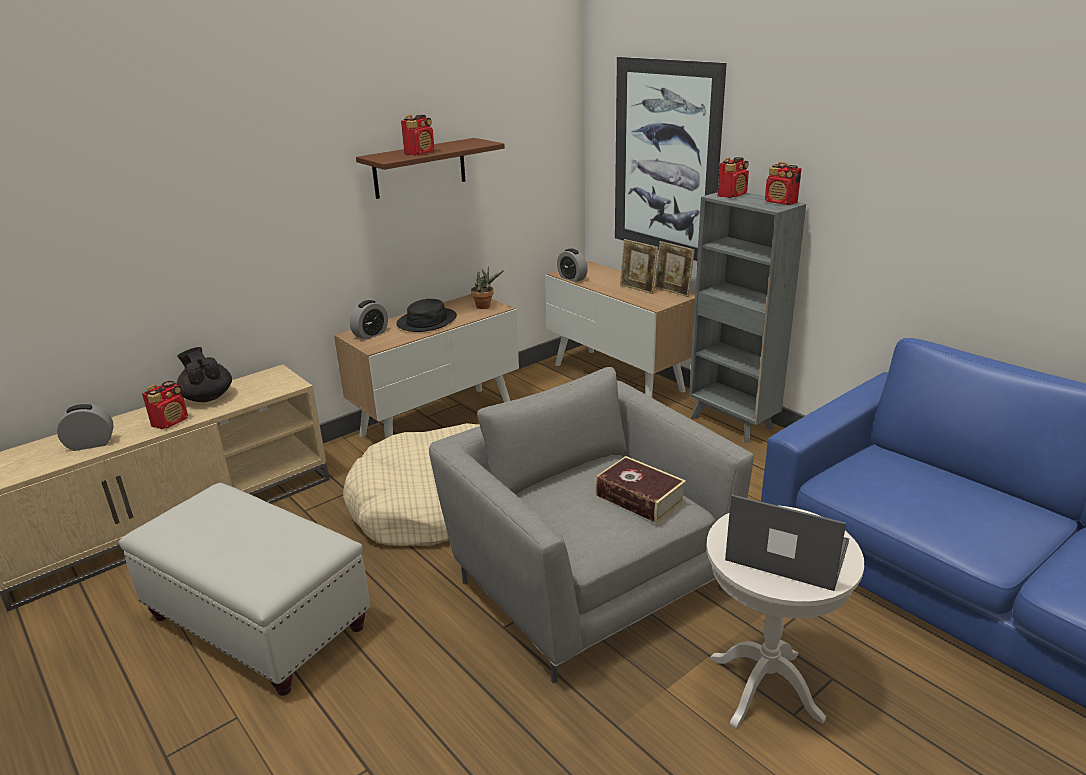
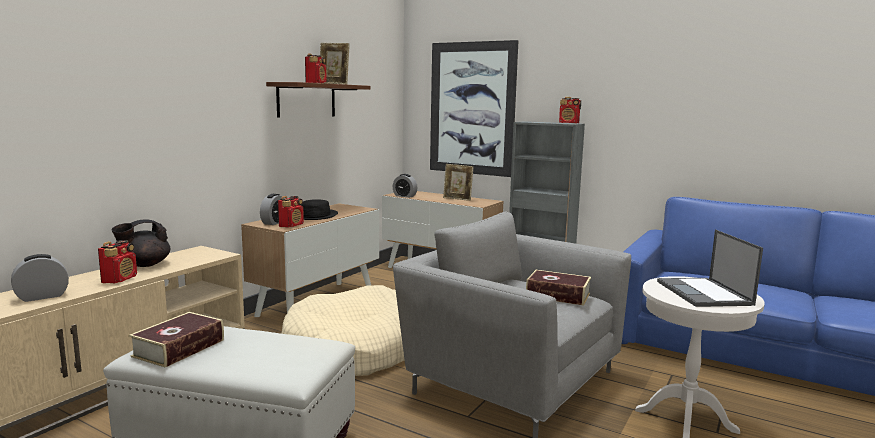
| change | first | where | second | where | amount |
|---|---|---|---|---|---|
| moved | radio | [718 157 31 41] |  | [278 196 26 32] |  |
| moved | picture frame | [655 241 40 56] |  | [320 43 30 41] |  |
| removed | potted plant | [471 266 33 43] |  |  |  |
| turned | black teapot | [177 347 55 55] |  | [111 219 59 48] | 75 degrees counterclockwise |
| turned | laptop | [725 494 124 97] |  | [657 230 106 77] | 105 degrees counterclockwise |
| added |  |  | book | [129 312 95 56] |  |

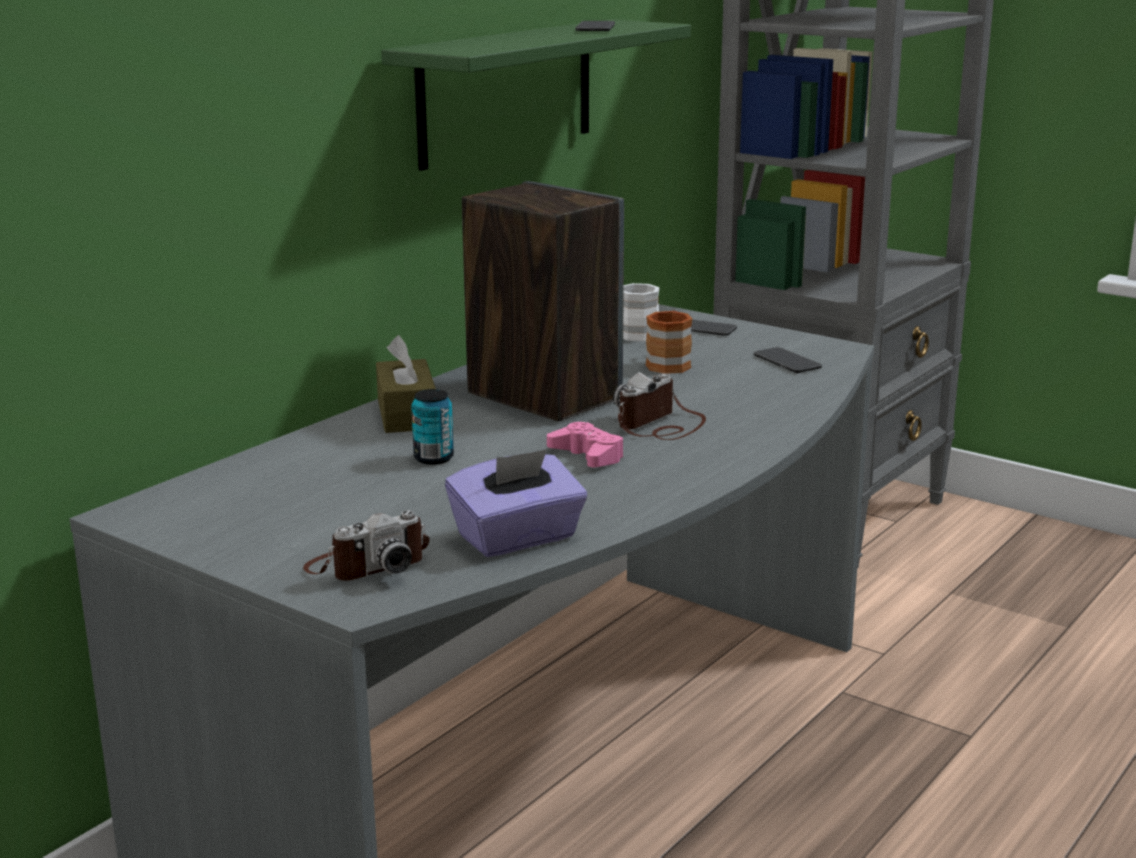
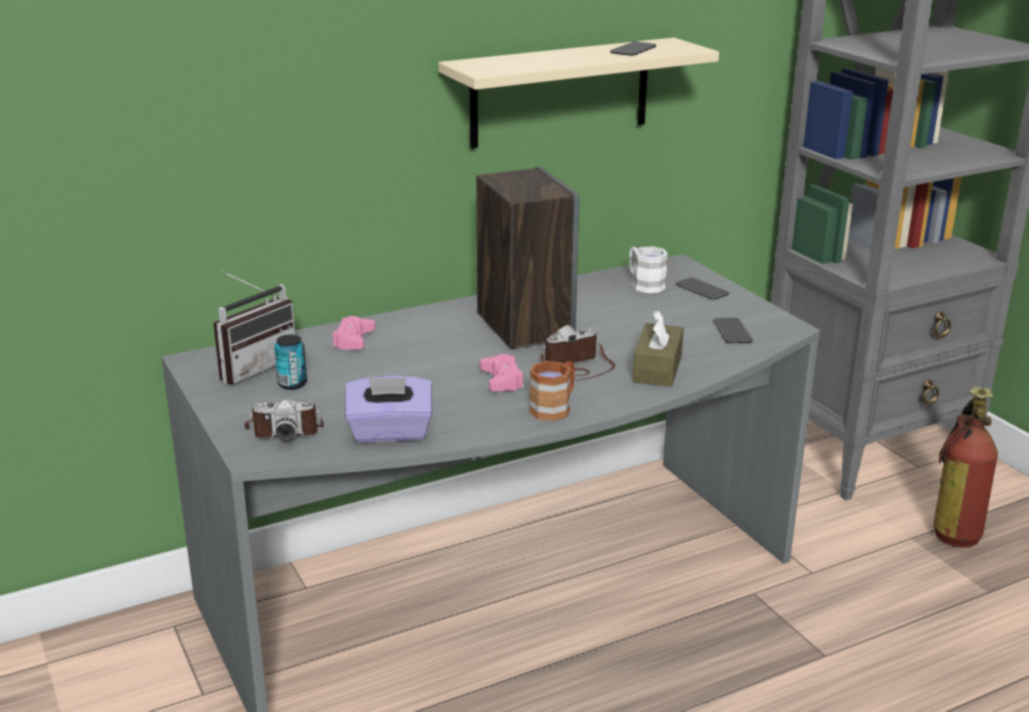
| change | first | where | second | where | amount |
|---|---|---|---|---|---|
| recoloured | green shelf | [381 19 310 152] | beige shelf | [438 38 281 110] |  |
| moved | brown mug | [646 311 47 63] |  | [529 361 46 60] |  |
| moved | brown tissue box | [376 335 60 98] |  | [632 310 52 77] |  |
| moved | can | [411 389 43 76] |  | [274 335 33 55] |  |
| added |  |  | radio | [213 271 82 114] |  |
| added |  |  | pink game controller | [332 316 43 34] |  |
| added |  |  | fire extinguisher | [934 387 64 160] |  |

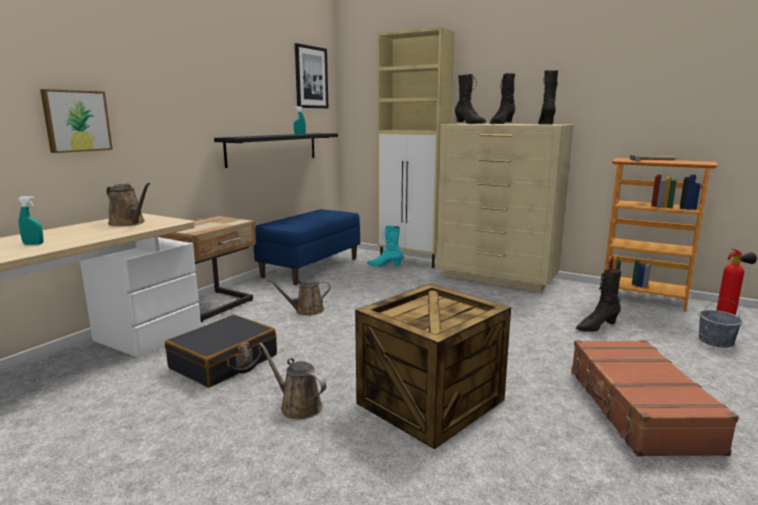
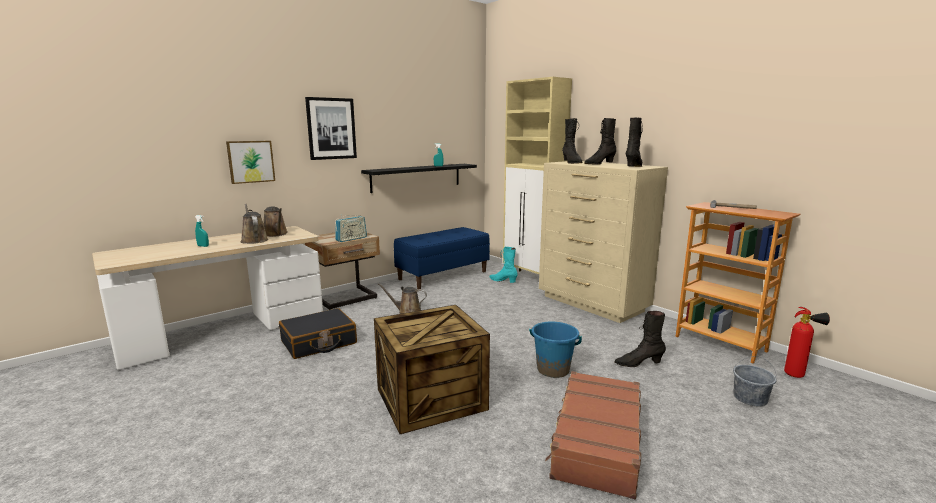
| change | first | where | second | where | amount |
|---|---|---|---|---|---|
| moved | picture | [295 43 33 65] |  | [305 97 52 63] |  |
| moved | brown watering can | [259 343 67 77] |  | [241 204 27 40] |  |
| added |  |  | radio | [335 214 32 28] |  |
| added |  |  | blue bucket | [529 322 53 56] |  |

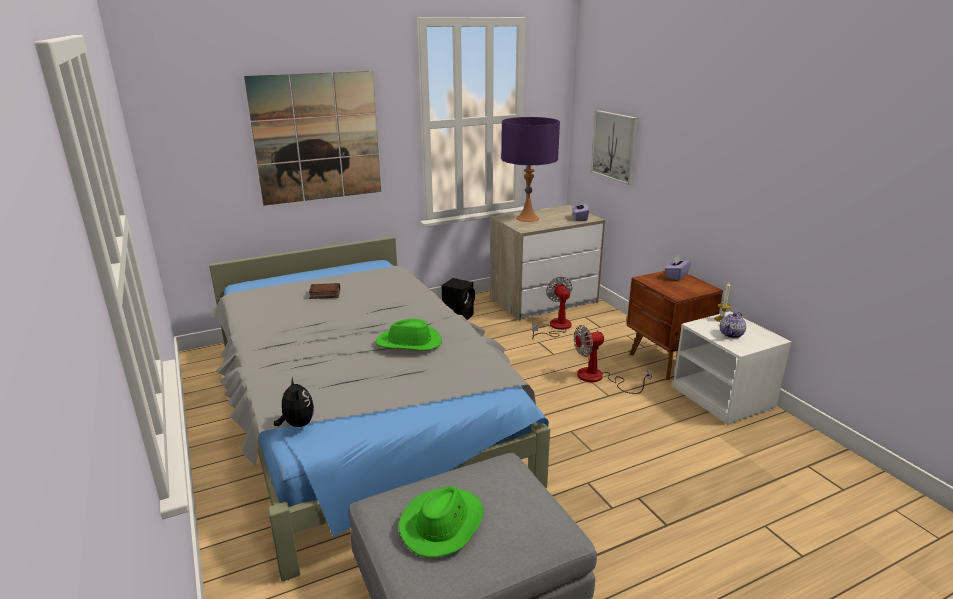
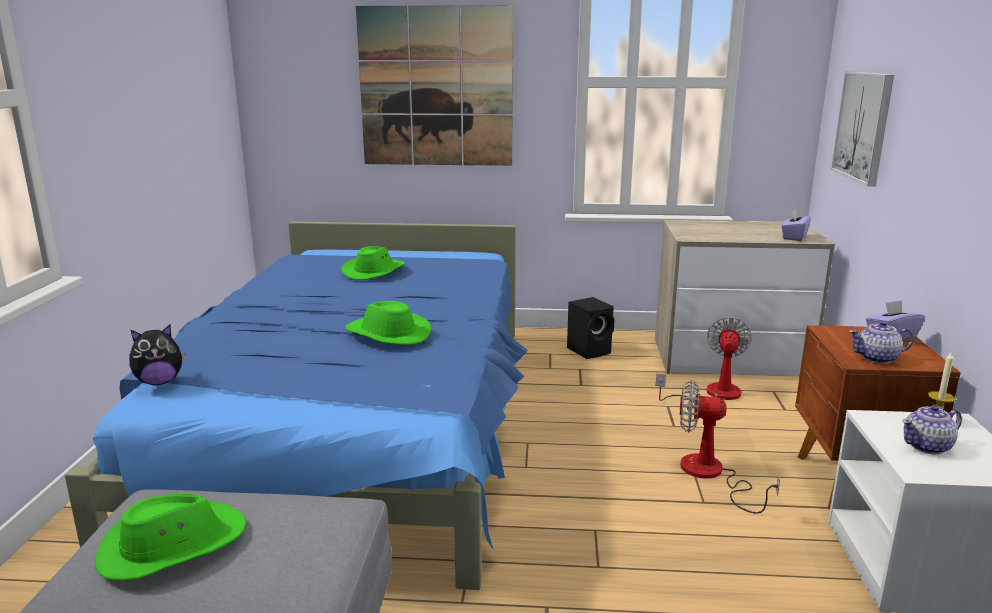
| change | first | where | second | where | amount |
|---|---|---|---|---|---|
| removed | purple table lamp | [501 117 59 105] |  |  |  |
| recoloured | grey bed | [209 237 341 344] | blue bed | [65 222 464 368] |  |
| replaced | book | [309 283 31 16] | green hat | [341 246 64 34] |  |
| turned | plush toy | [274 377 40 50] |  | [130 325 55 60] | 60 degrees clockwise |
| added |  |  | teapot | [849 321 65 43] |  |

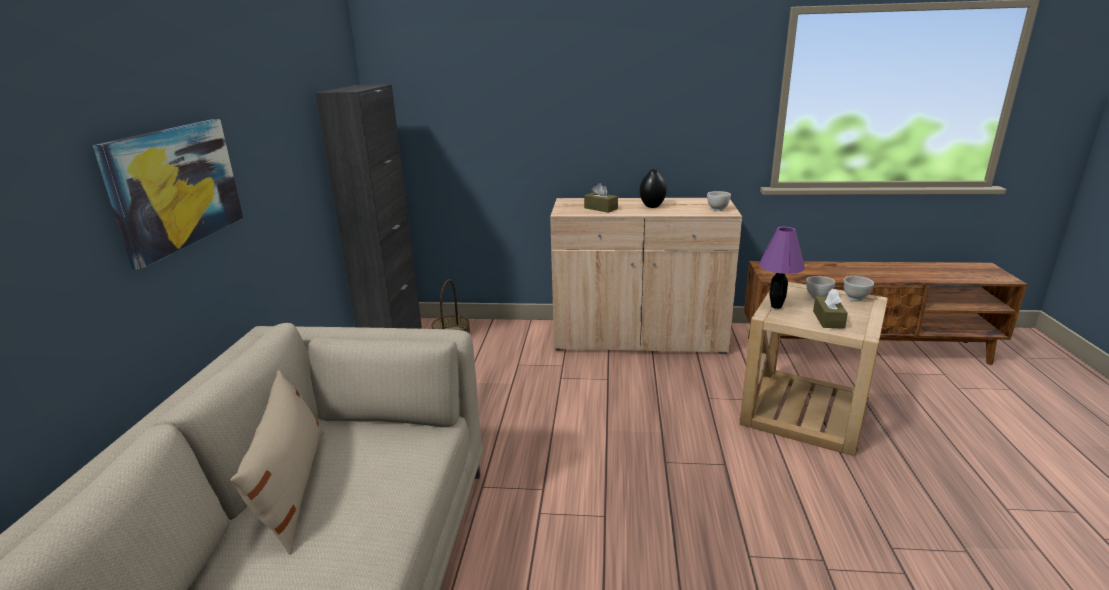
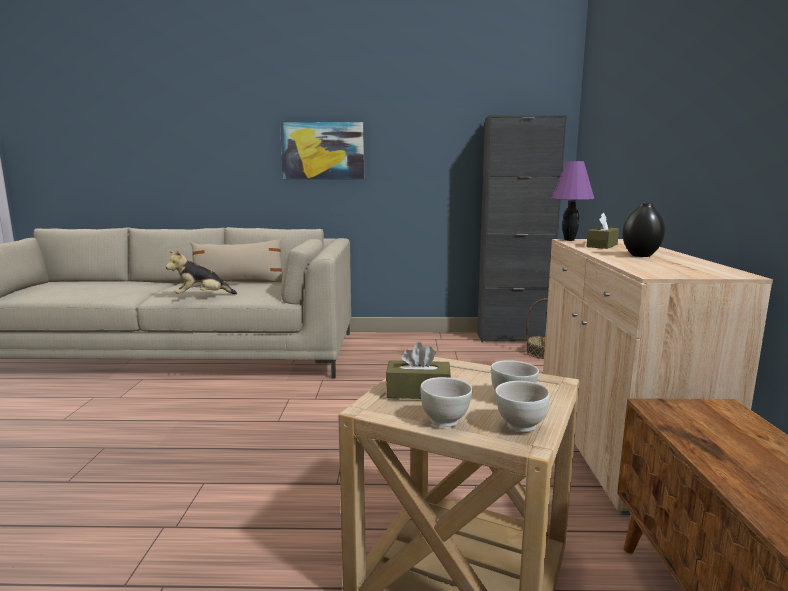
| change | first | where | second | where | amount |
|---|---|---|---|---|---|
| moved | white bowl | [707 191 24 20] |  | [420 377 53 50] |  |
| moved | purple table lamp | [759 226 46 83] |  | [551 161 43 80] |  |
| added |  |  | plush toy | [166 251 71 43] |  |

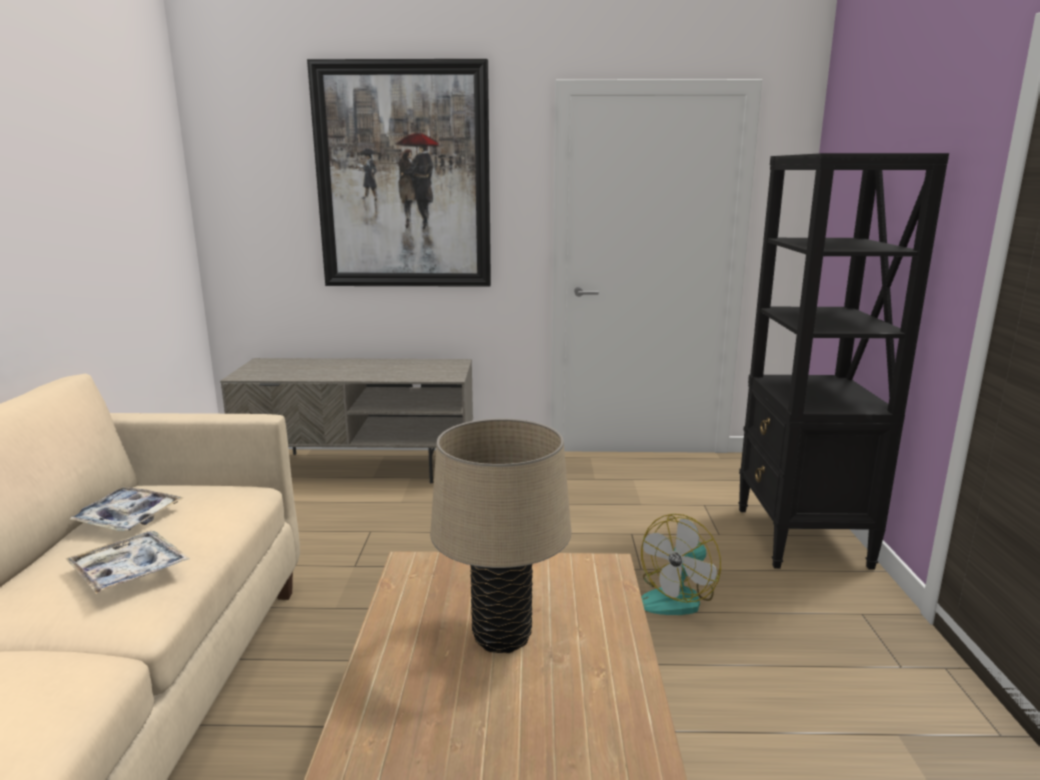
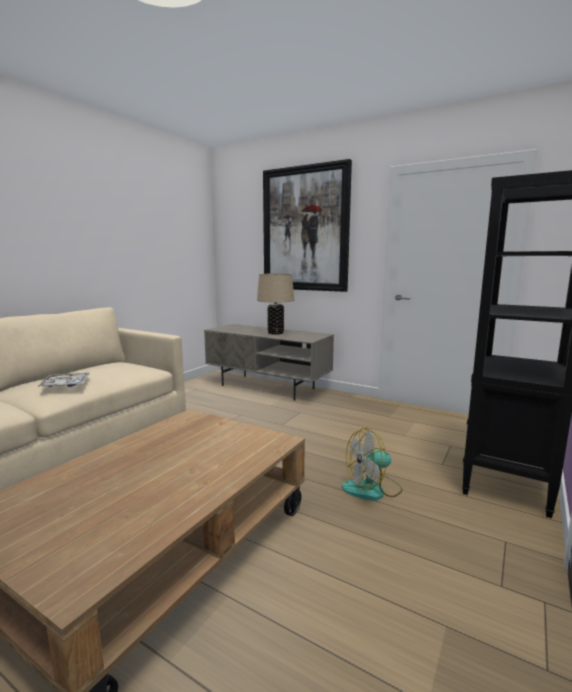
| change | first | where | second | where | amount |
|---|---|---|---|---|---|
| moved | beige table lamp | [430 418 141 235] |  | [257 273 37 62] |  |
| removed | tray | [70 487 114 44] |  |  |  |

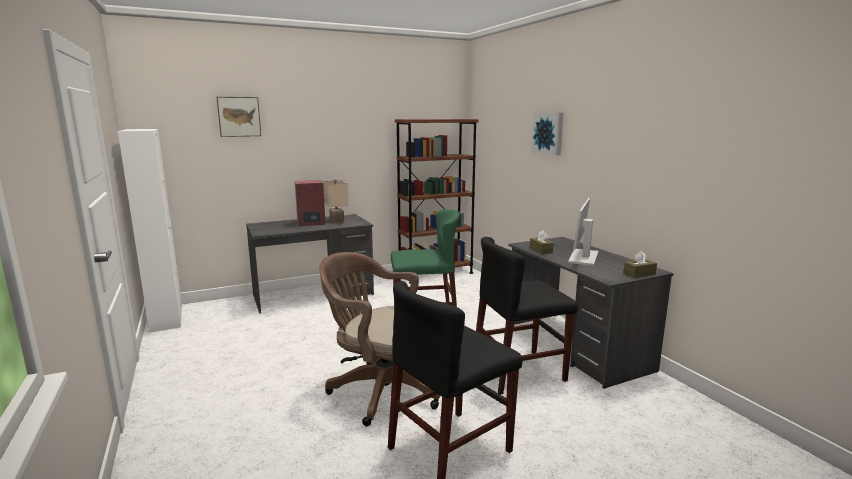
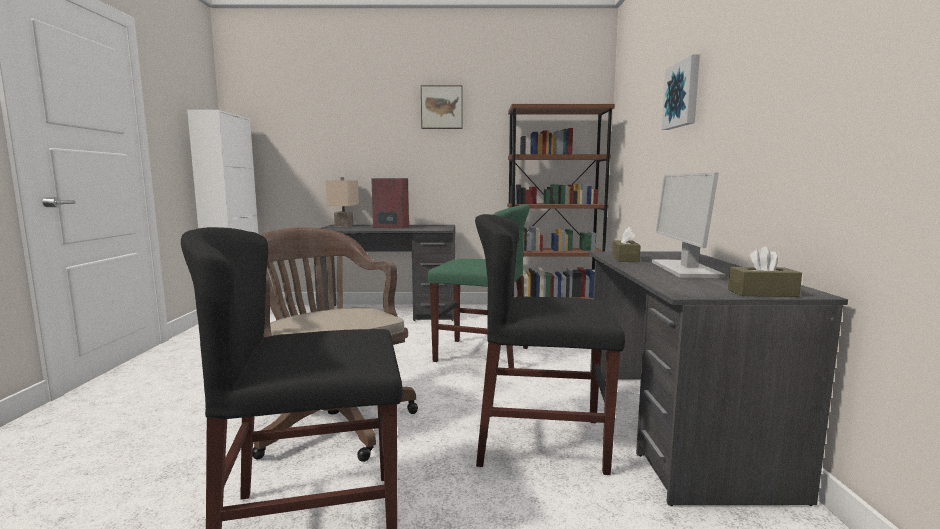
| change | first | where | second | where | amount |
|---|---|---|---|---|---|
| moved | picture | [217 97 44 40] |  | [421 85 42 44] |  |
| moved | beige table lamp | [323 179 26 45] |  | [326 177 33 50] |  |
| turned | monitor | [568 198 30 68] |  | [652 172 74 106] | 45 degrees counterclockwise |

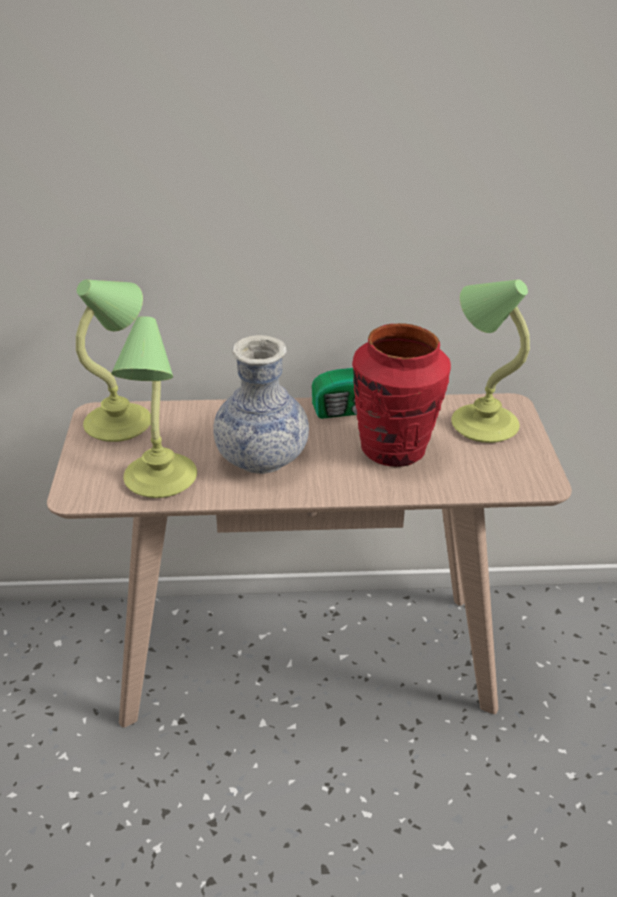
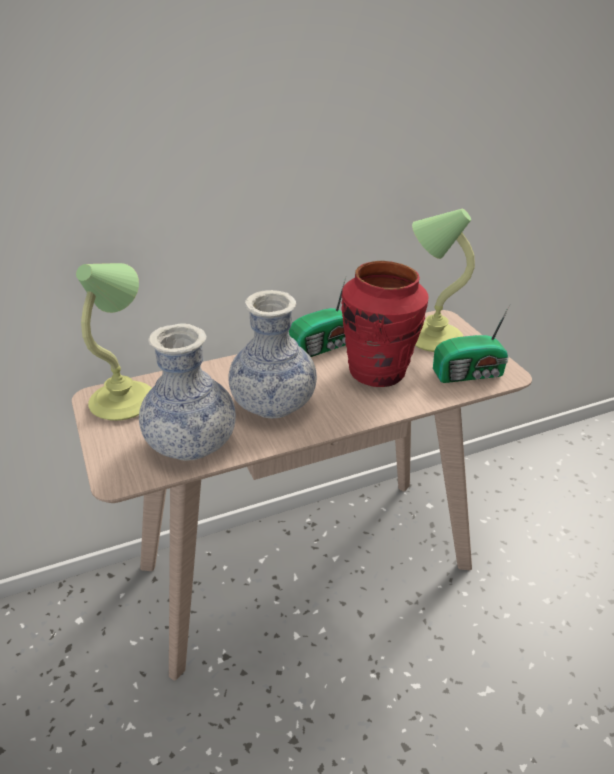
| change | first | where | second | where | amount |
|---|---|---|---|---|---|
| replaced | table lamp | [111 316 86 182] | vase | [139 324 97 137] |  |
| added |  |  | radio | [433 305 77 78] |  |

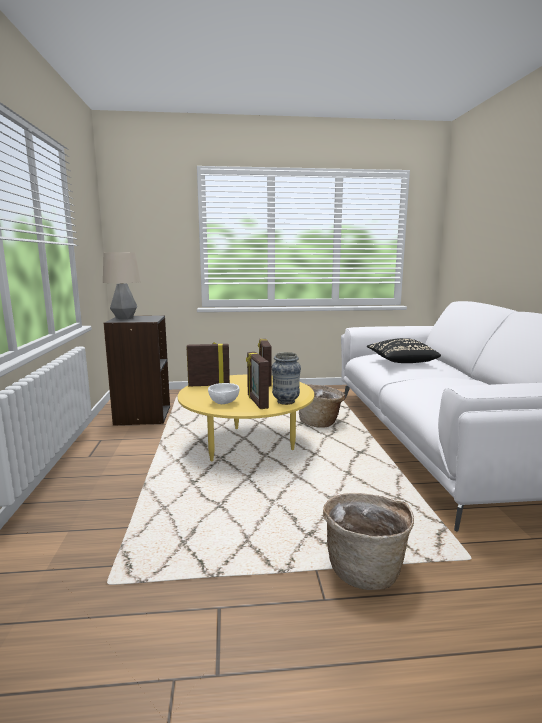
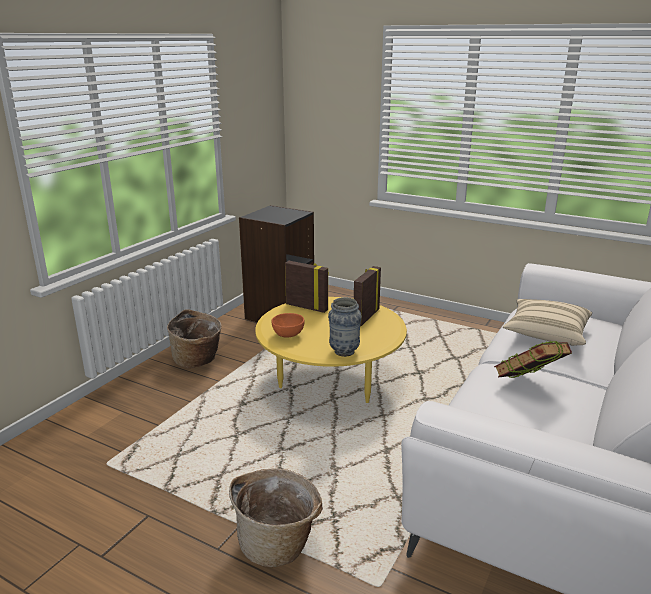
| change | first | where | second | where | amount |
|---|---|---|---|---|---|
| removed | table lamp | [103 252 38 67] |  |  |  |
| recoloured | black pillow | [367 338 74 25] | beige pillow | [503 299 89 47] |  |
| removed | picture frame | [246 352 23 57] |  |  |  |
| recoloured | white bowl | [208 383 31 21] | orange bowl | [272 313 32 24] |  |
| moved | basket | [299 384 46 43] |  | [167 309 55 59] |  |
| added |  |  | book | [494 341 78 37] |  |

